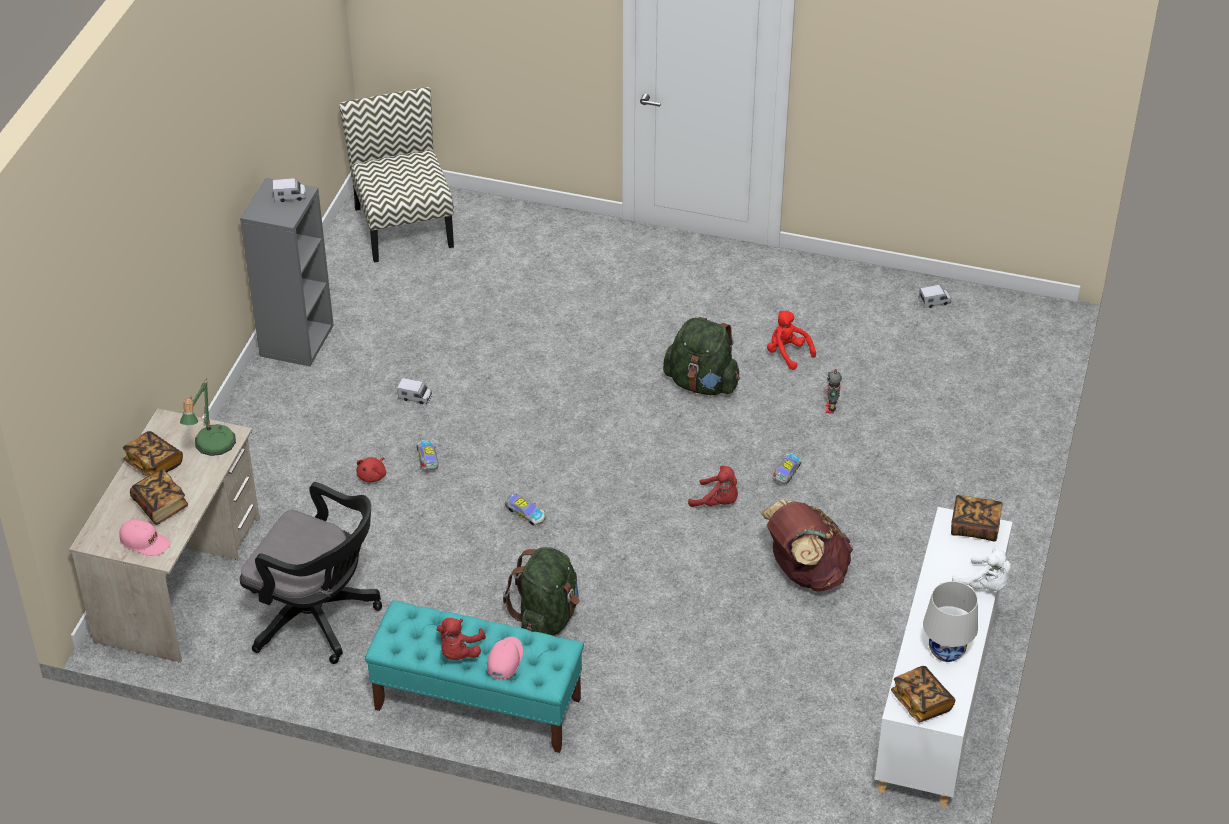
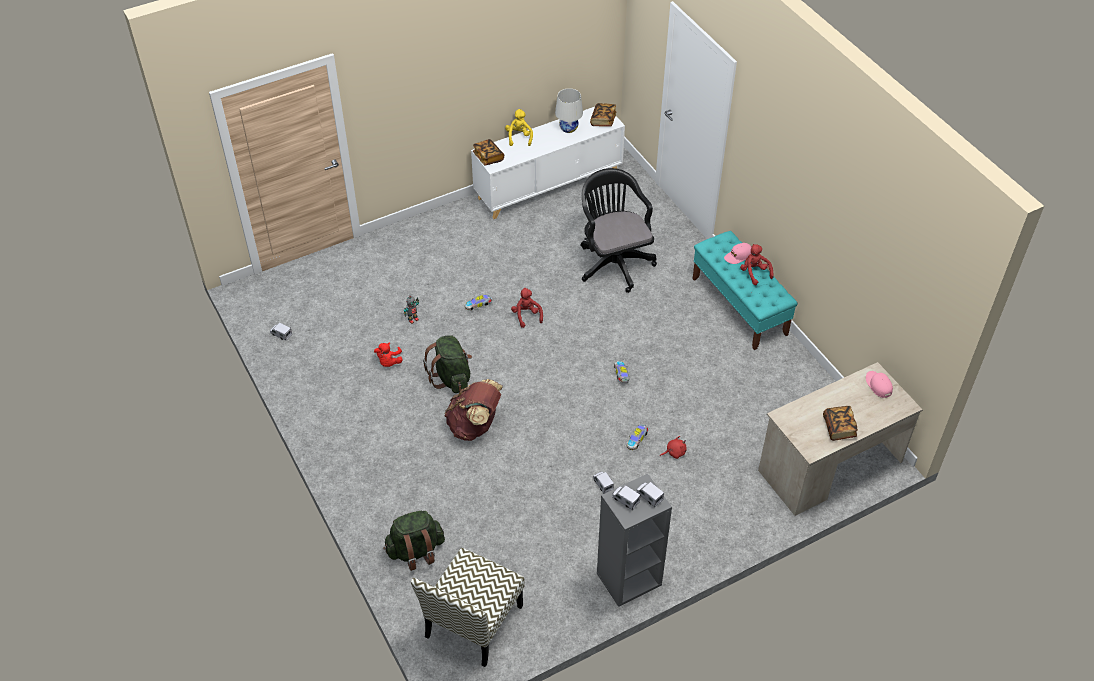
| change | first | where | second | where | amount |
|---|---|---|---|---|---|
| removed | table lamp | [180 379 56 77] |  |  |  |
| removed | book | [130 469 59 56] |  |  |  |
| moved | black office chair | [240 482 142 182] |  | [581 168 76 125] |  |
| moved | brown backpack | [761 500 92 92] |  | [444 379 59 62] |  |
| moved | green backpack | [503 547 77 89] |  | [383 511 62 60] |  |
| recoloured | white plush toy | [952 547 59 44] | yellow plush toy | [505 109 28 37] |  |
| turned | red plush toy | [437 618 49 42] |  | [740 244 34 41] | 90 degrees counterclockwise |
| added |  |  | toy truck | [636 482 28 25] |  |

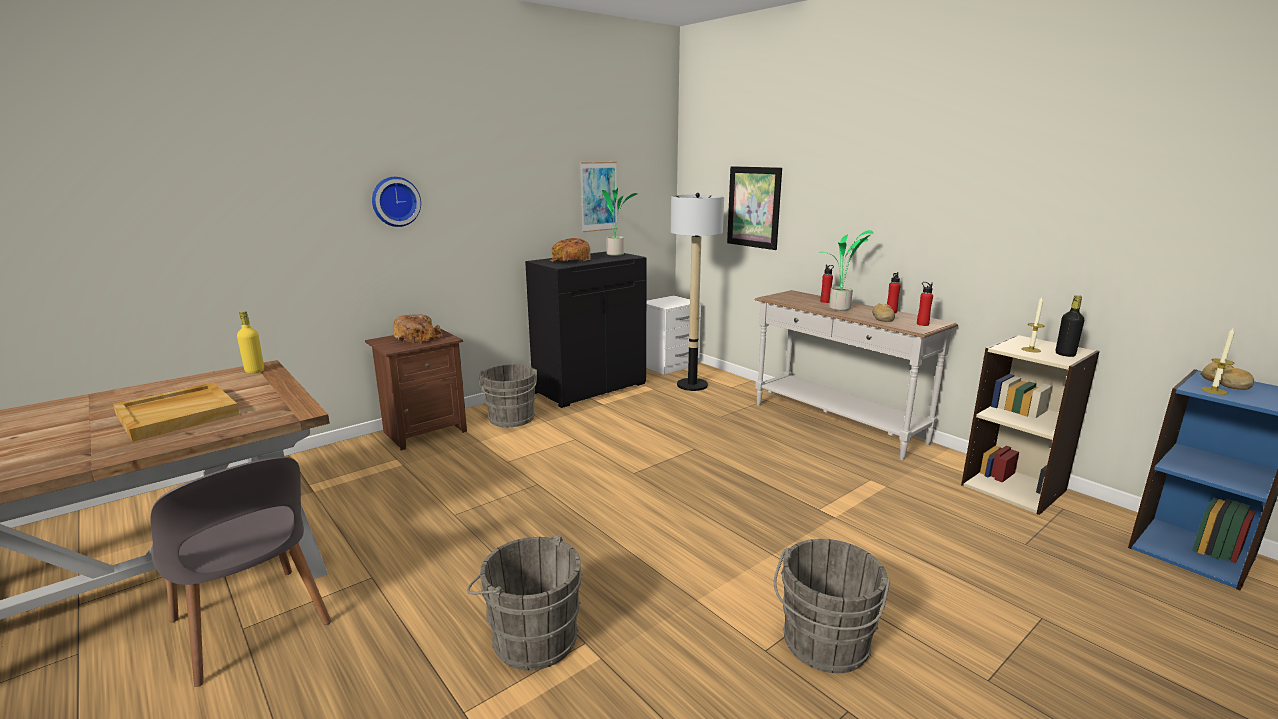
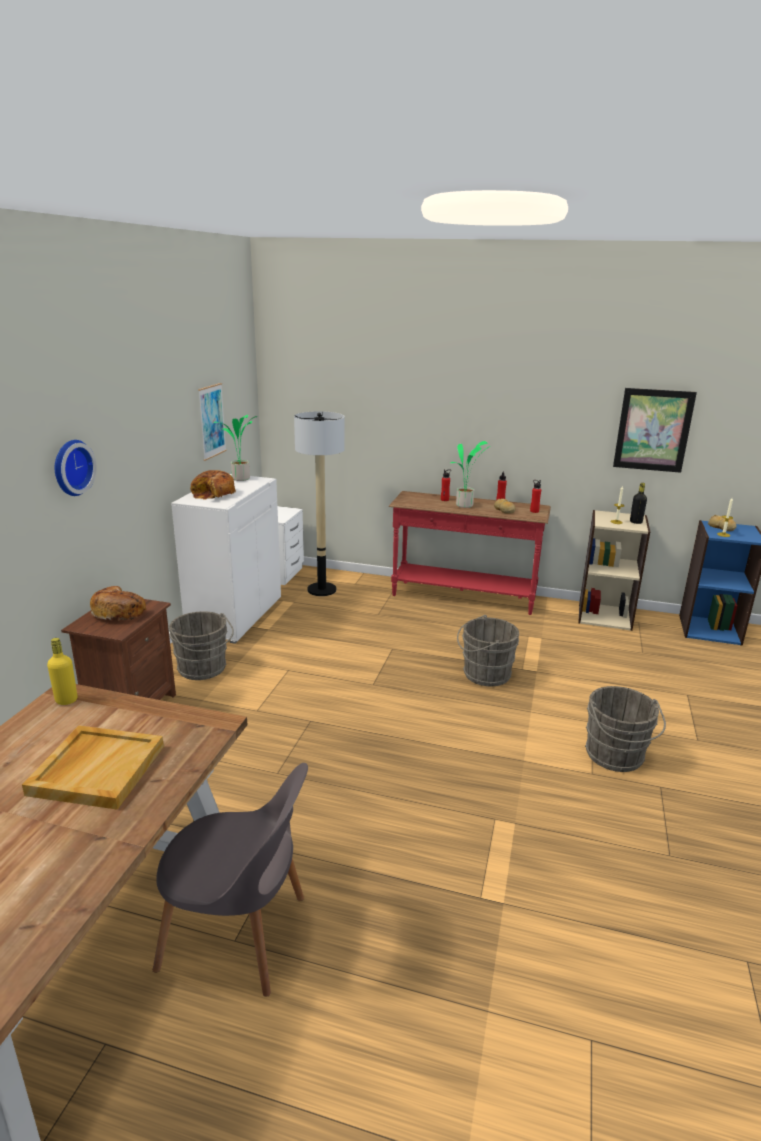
| change | first | where | second | where | amount |
|---|---|---|---|---|---|
| moved | picture | [727 166 55 84] |  | [613 388 84 85] |  |
| recoloured | black cabinet | [525 251 122 157] | white cabinet | [171 474 110 170] |  |
| recoloured | white console table | [754 290 204 170] | red console table | [388 491 163 124] |  |
| moved | grey bucket | [467 535 116 136] |  | [457 615 62 71] |  |

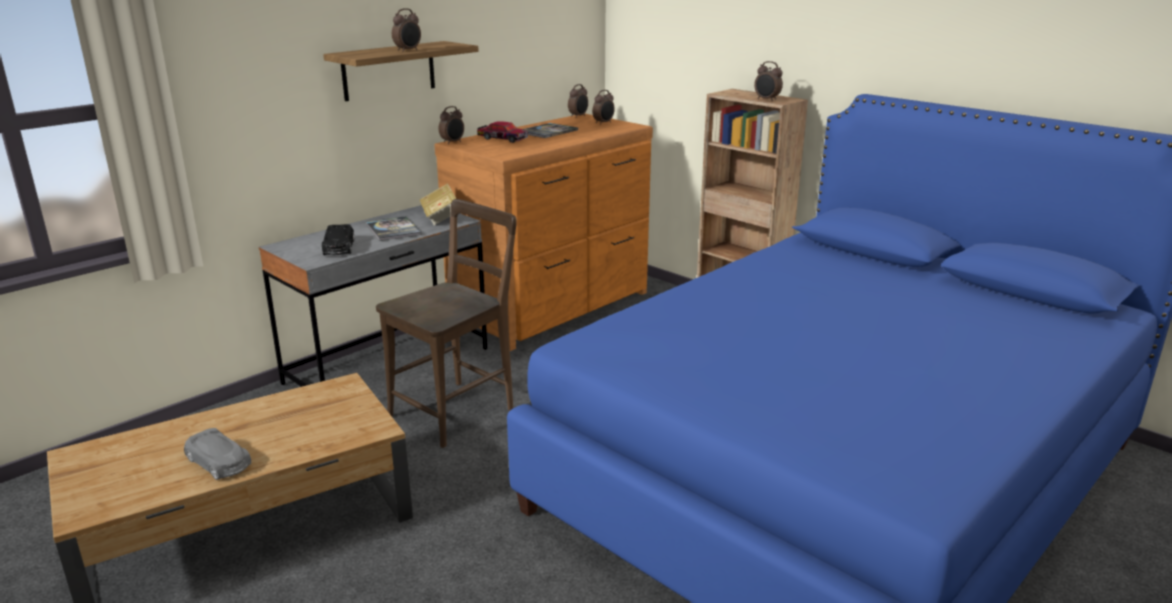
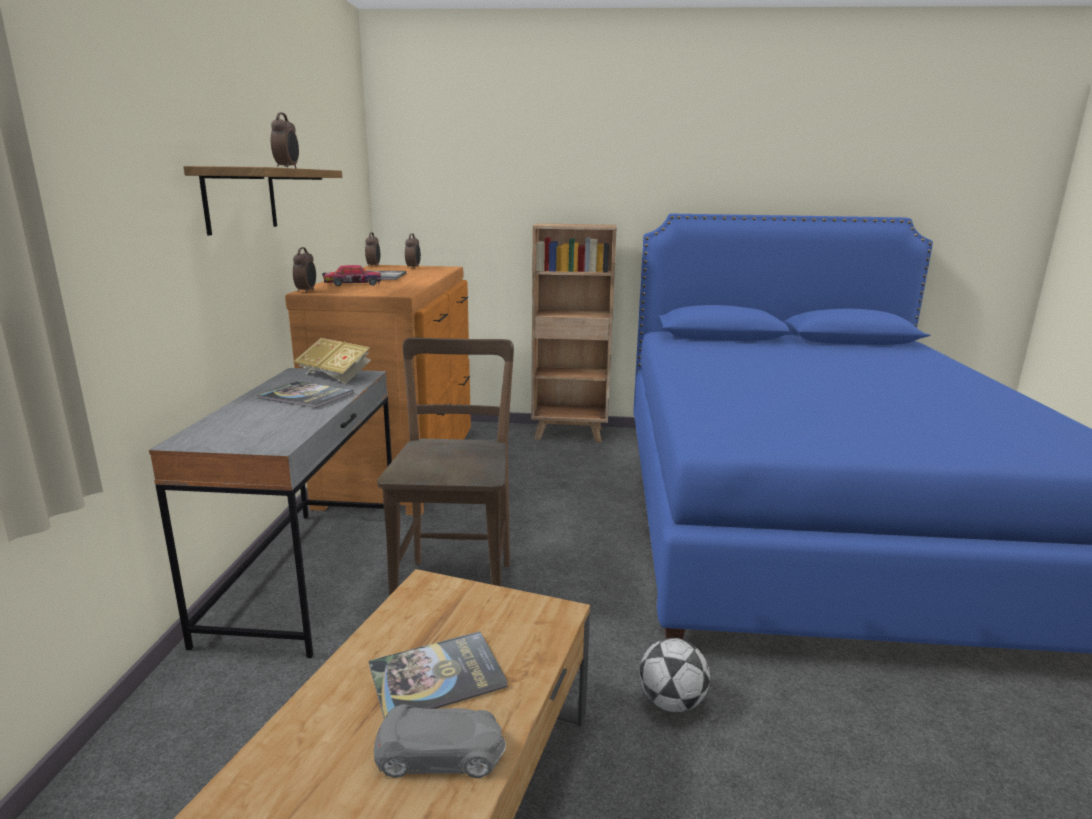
| change | first | where | second | where | amount |
|---|---|---|---|---|---|
| removed | alarm clock | [754 61 29 41] |  |  |  |
| removed | black toy car | [322 224 32 31] |  |  |  |
| added |  |  | book | [369 631 139 88] |  |
| added |  |  | football | [639 638 71 74] |  |

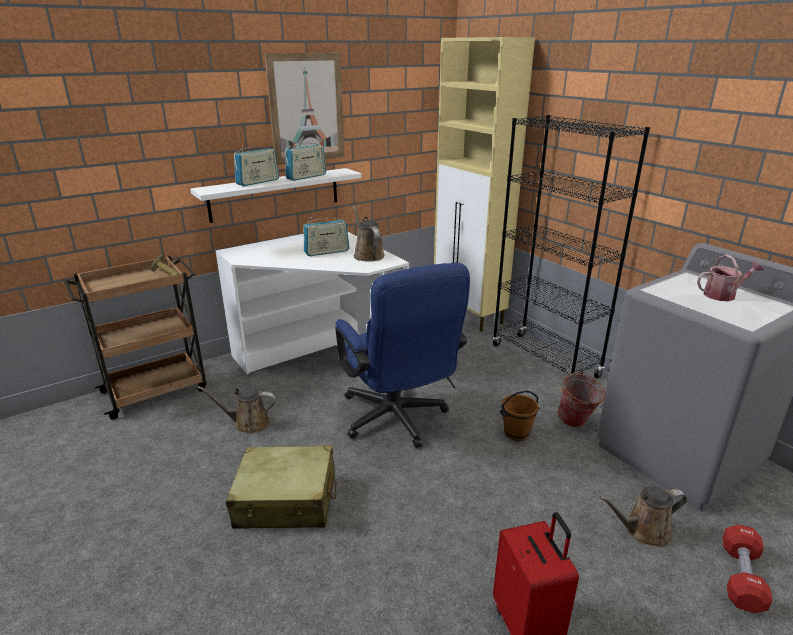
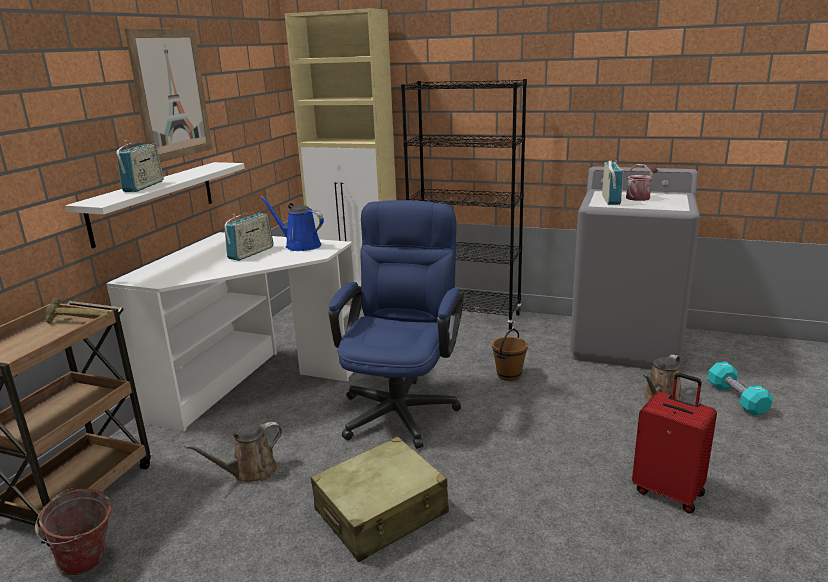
| change | first | where | second | where | amount |
|---|---|---|---|---|---|
| moved | radio | [285 141 41 40] |  | [602 160 22 45] |  |
| recoloured | brown watering can | [353 205 32 57] | blue watering can | [260 196 64 55] |  |
| turned | blue office chair | [335 263 135 185] |  | [329 200 135 249] | 105 degrees counterclockwise |
| moved | bucket | [558 371 48 56] |  | [35 486 77 89] |  |
| recoloured | red dumbbell | [723 524 49 89] | turquoise dumbbell | [708 361 65 55] |  |

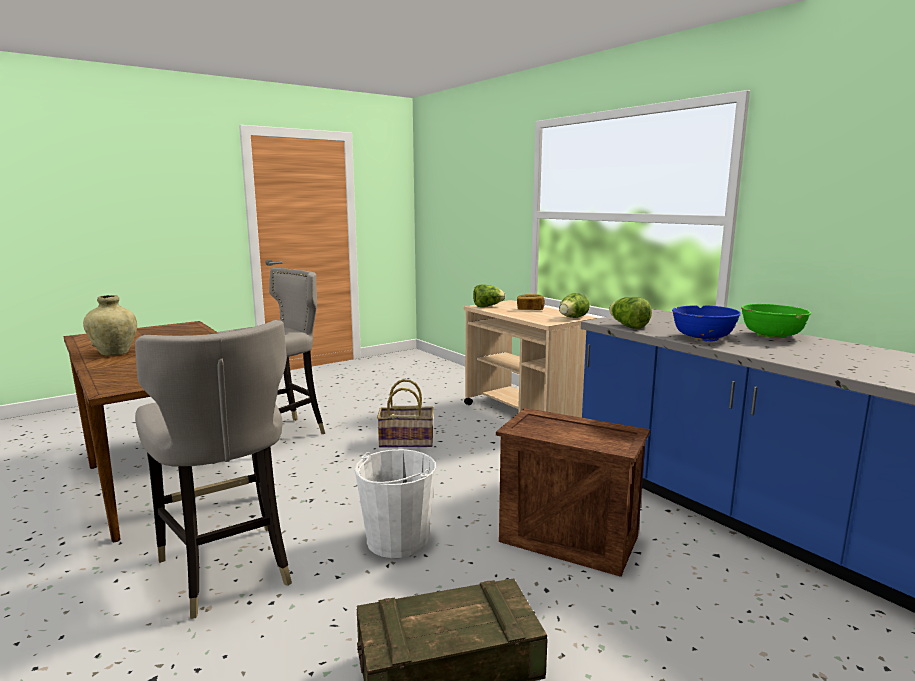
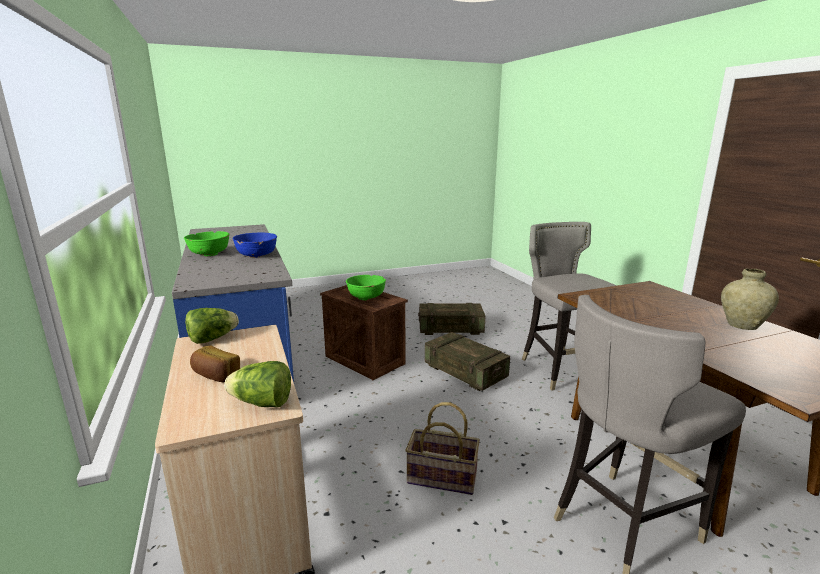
| change | first | where | second | where | amount |
|---|---|---|---|---|---|
| removed | lettuce | [609 297 43 32] |  |  |  |
| replaced | white bucket | [355 449 81 109] | crate | [425 332 85 59] |  |
| added |  |  | green bowl | [346 275 40 25] |  |

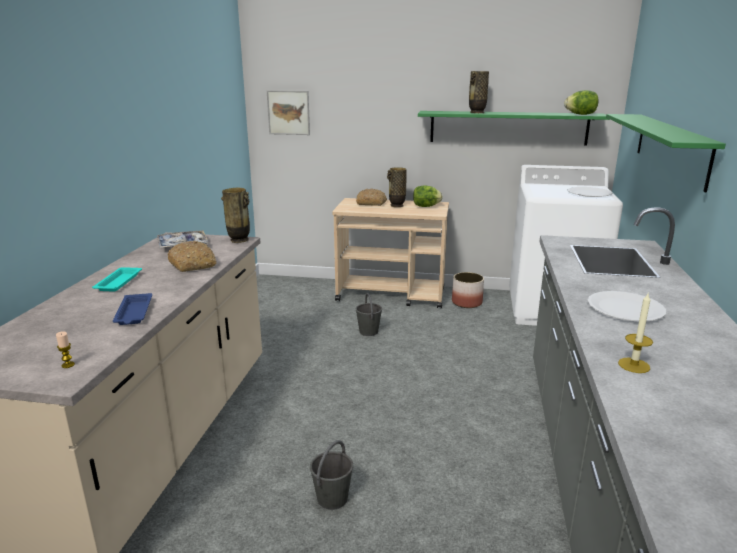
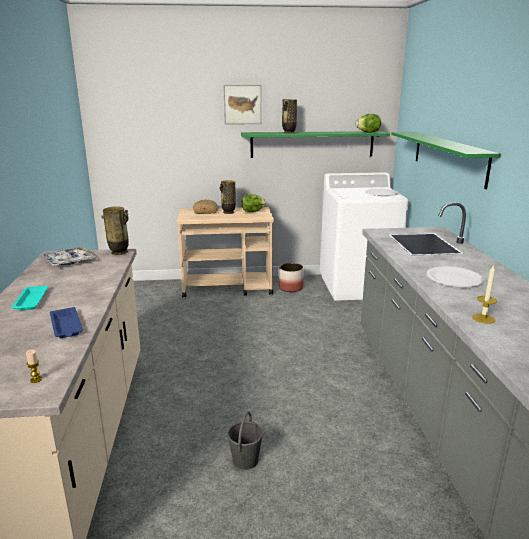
| change | first | where | second | where | amount |
|---|---|---|---|---|---|
| moved | picture | [267 90 43 45] |  | [223 85 39 40] |  |
| removed | bread | [168 241 48 31] |  |  |  |
| removed | grey bucket | [356 293 26 43] |  |  |  |

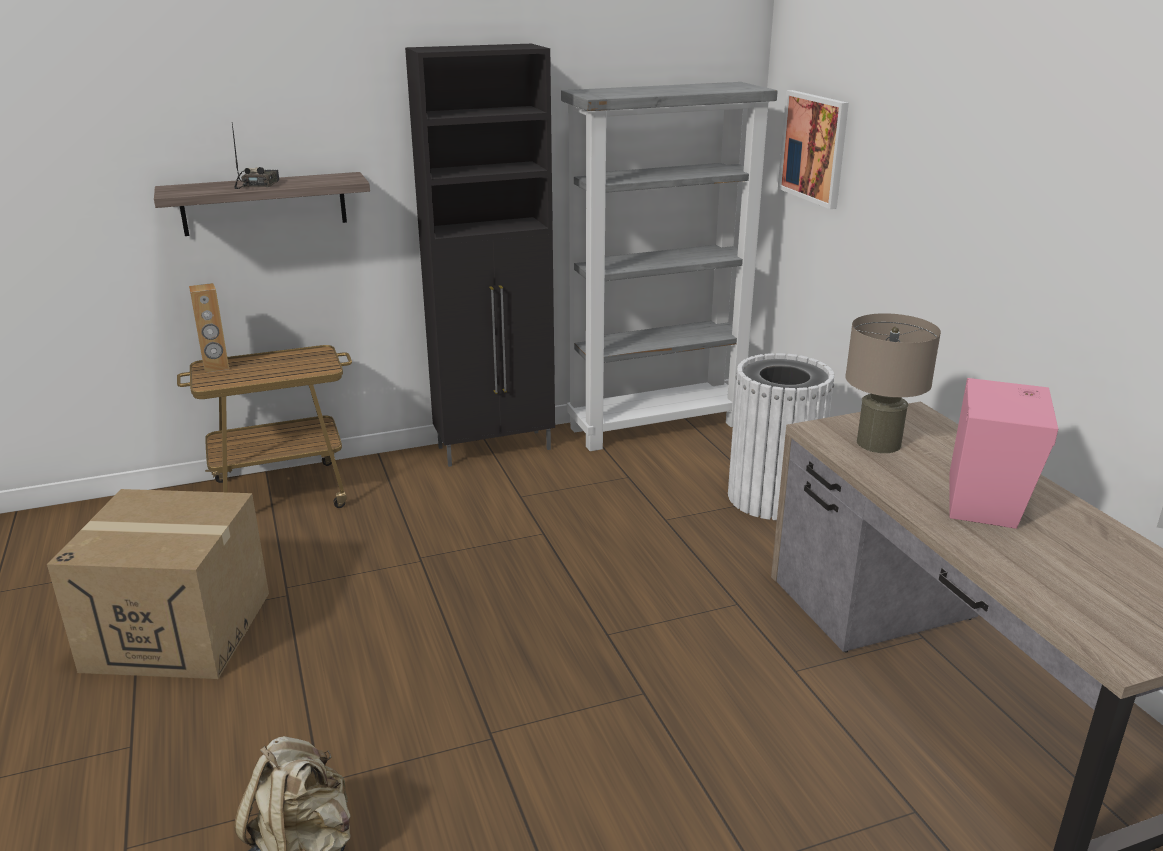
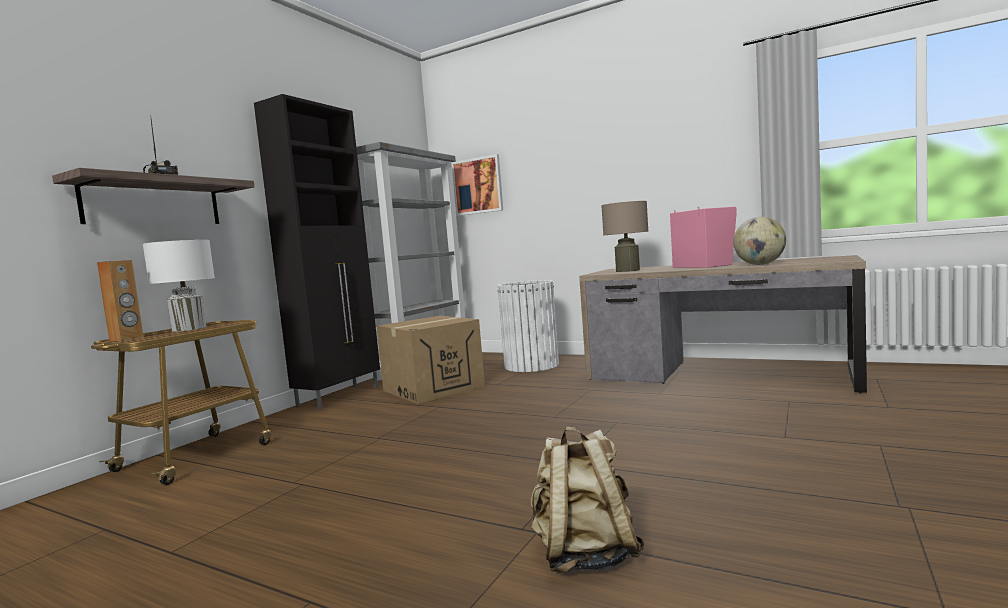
| change | first | where | second | where | amount |
|---|---|---|---|---|---|
| moved | cardboard box | [47 489 222 190] |  | [376 316 109 88] |  |
| added |  |  | globe | [733 217 53 48] |  |
| added |  |  | white table lamp | [143 240 72 92] |  |

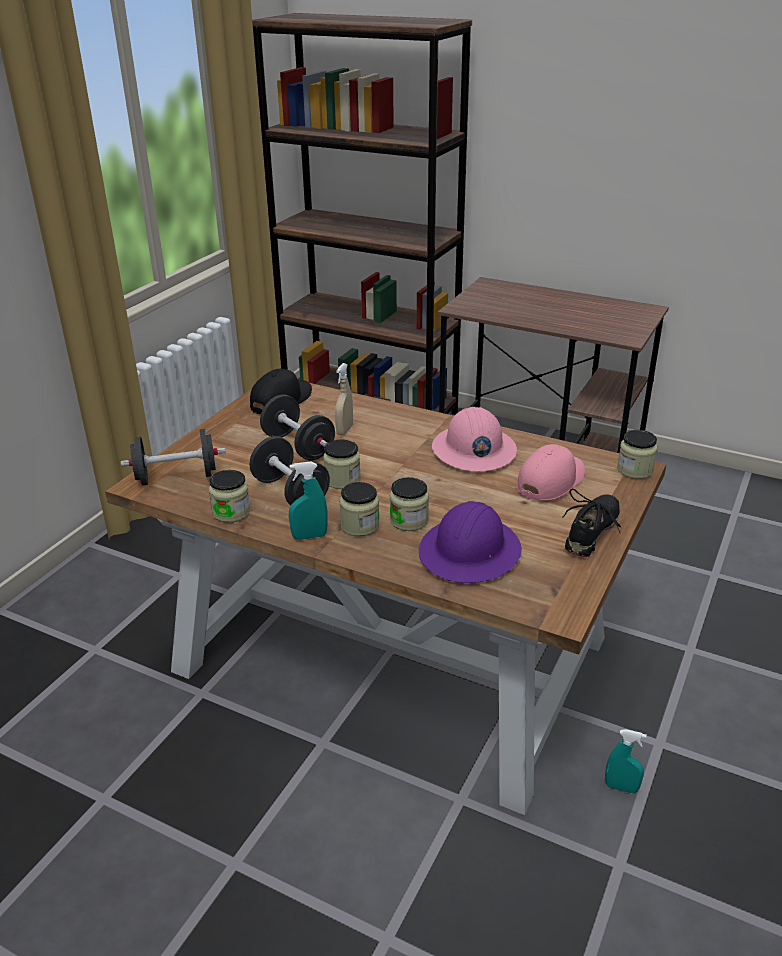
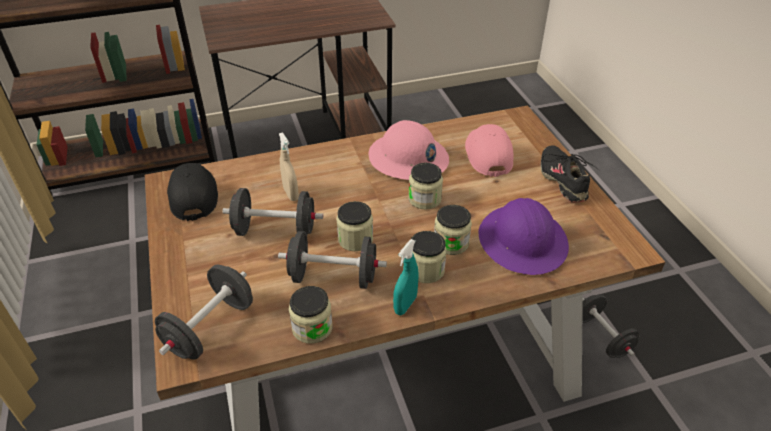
| change | first | where | second | where | amount |
|---|---|---|---|---|---|
| moved | jar | [617 430 41 49] |  | [408 163 35 47] |  |
| replaced | turquoise spray bottle | [605 729 42 65] | black dumbbell | [582 294 58 64] |  |

